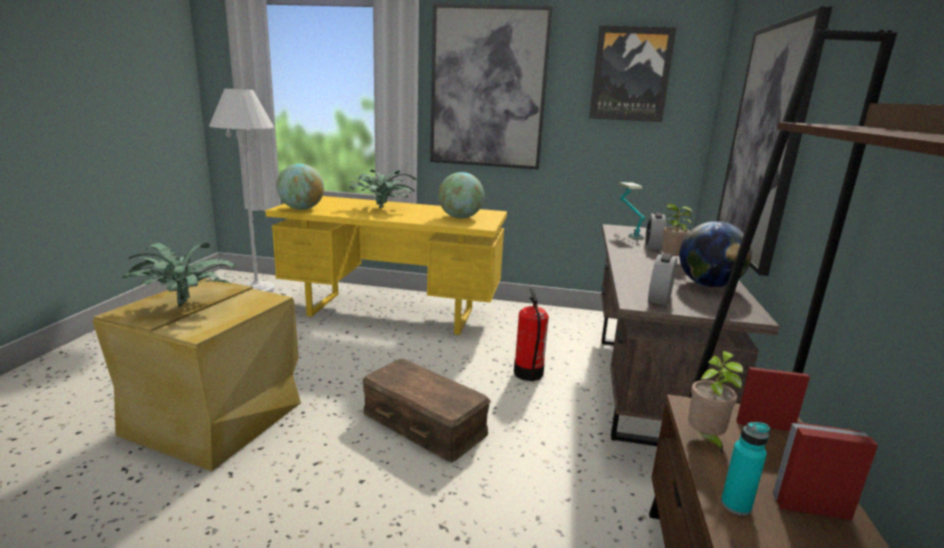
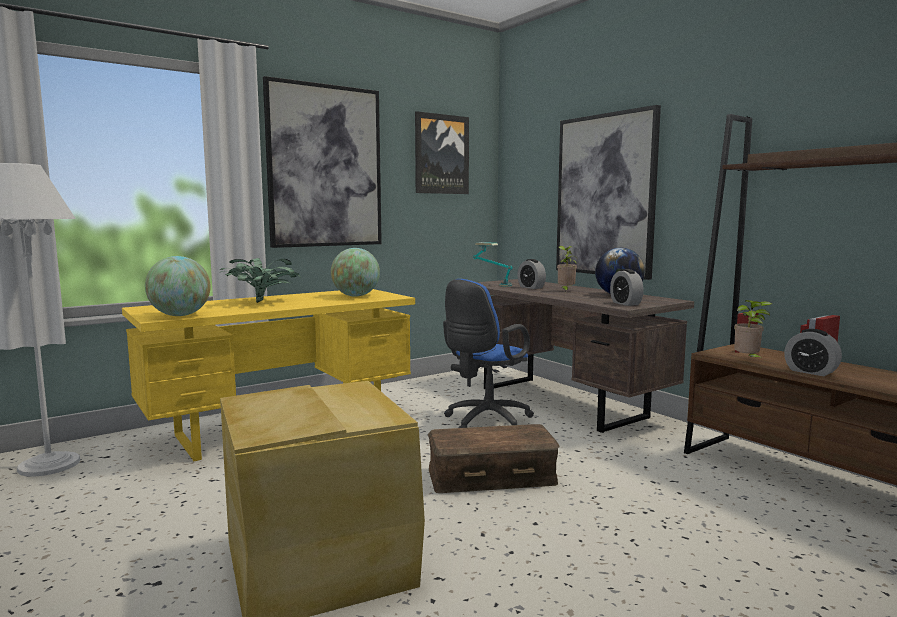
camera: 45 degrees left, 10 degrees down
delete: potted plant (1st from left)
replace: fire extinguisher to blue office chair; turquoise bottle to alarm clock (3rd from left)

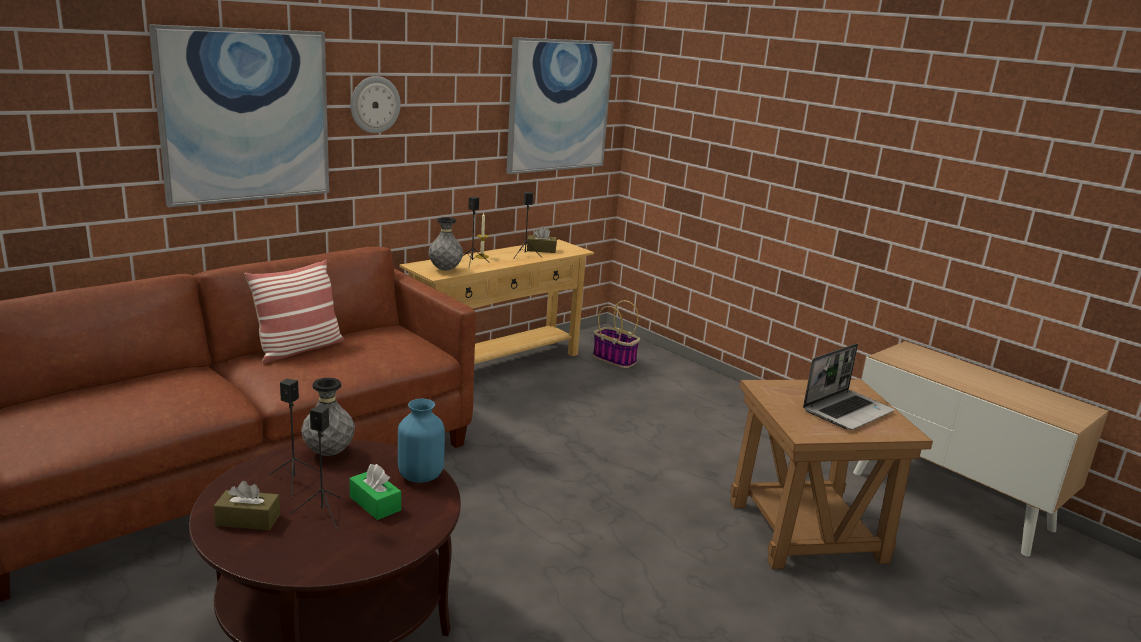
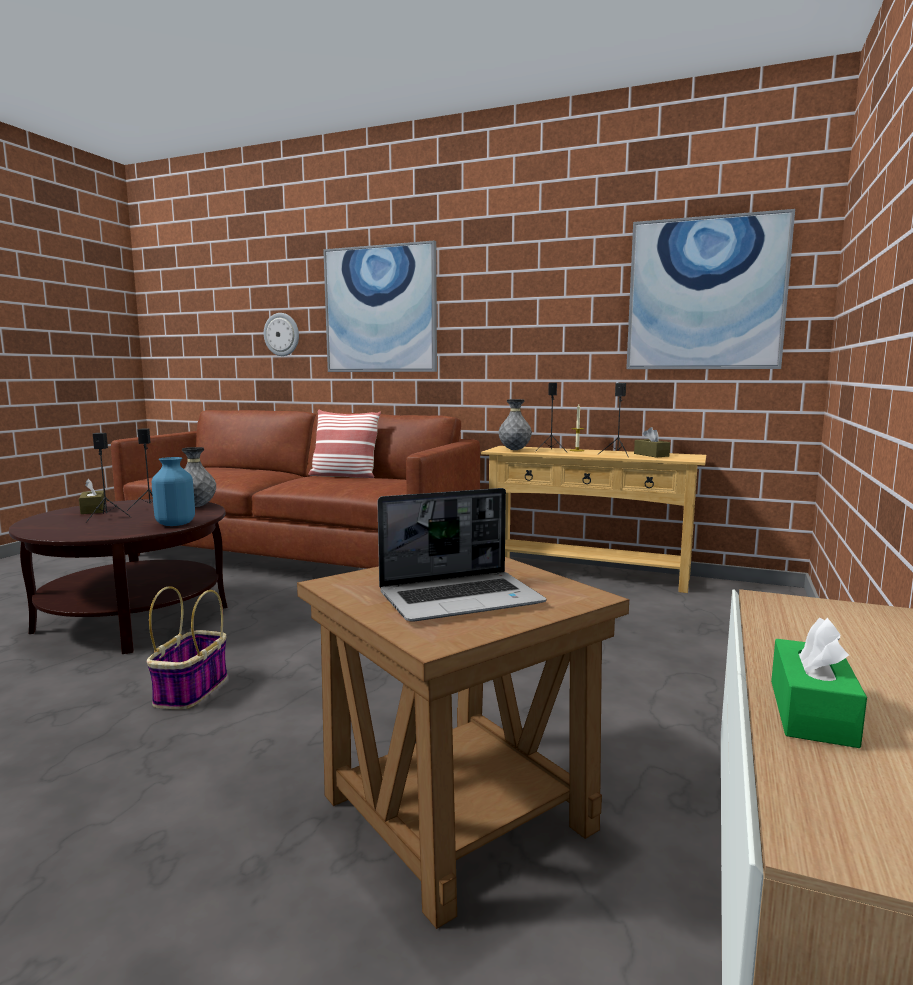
camera: 65 degrees right, 10 degrees down
move: basket; wall clock; green tissue box
rotate: laptop 45 degrees counterclockwise

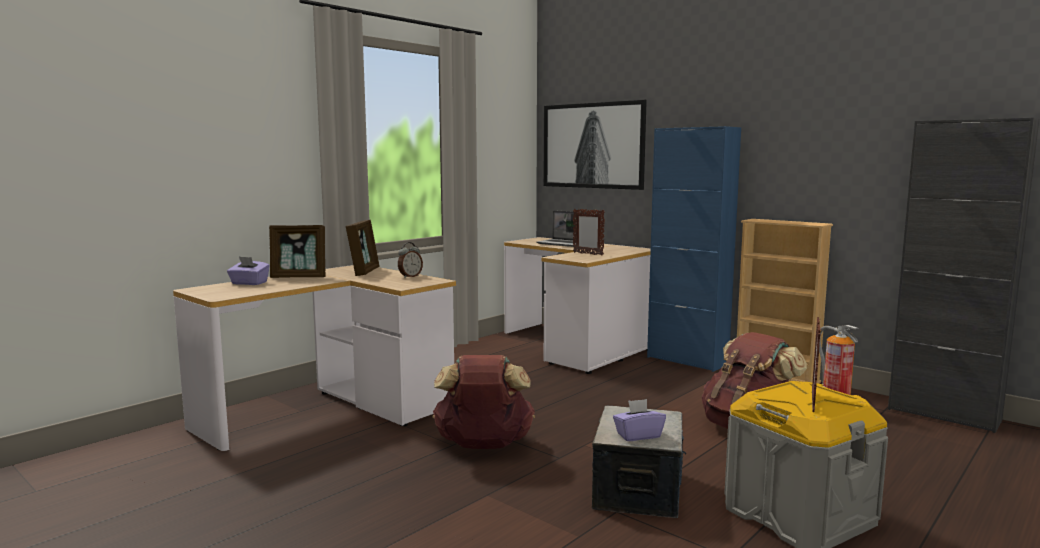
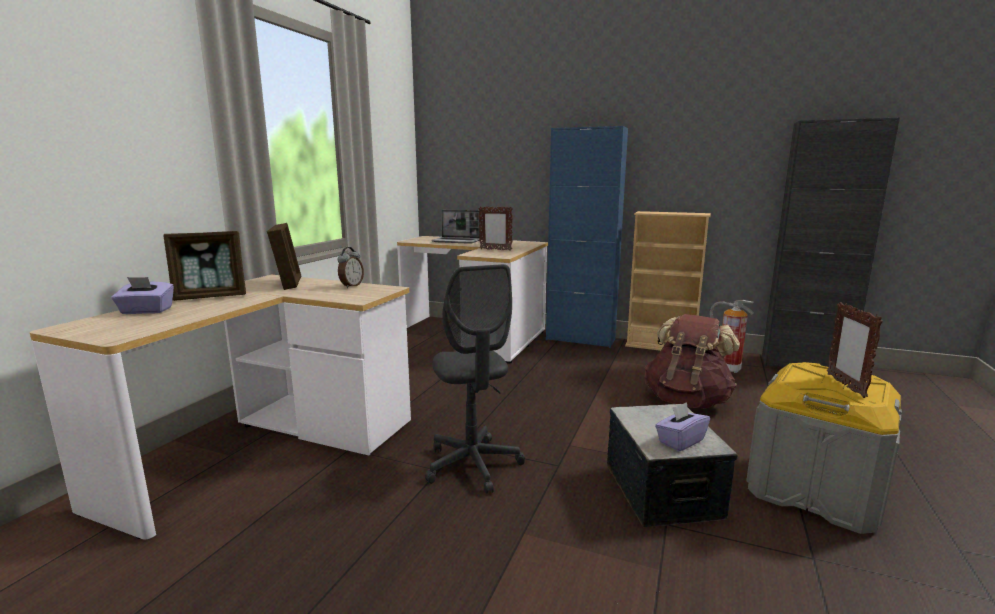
camera: 20 degrees left, 5 degrees up
delete: picture
replace: brown backpack (1st from left) to grey office chair

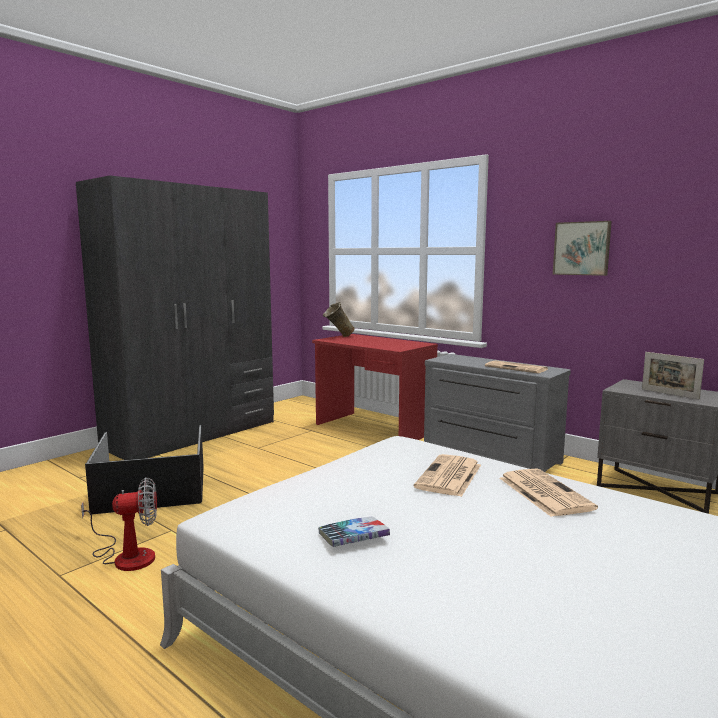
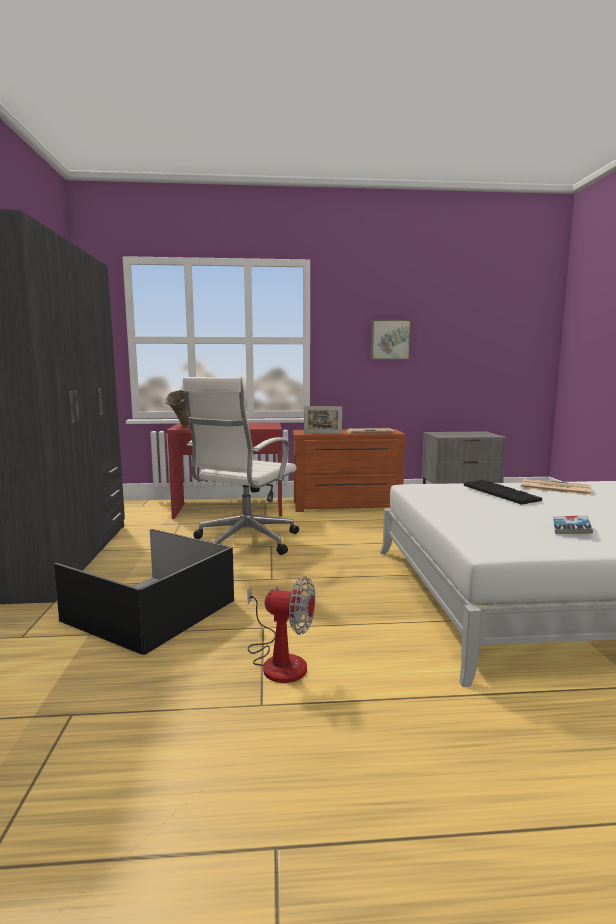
camera: 45 degrees left, 0 degrees up
insert: white office chair
move: picture frame
replace: newspaper (1st from left) to keyboard
recolor: grey dresser to brown dresser
rotate: fan 75 degrees clockwise

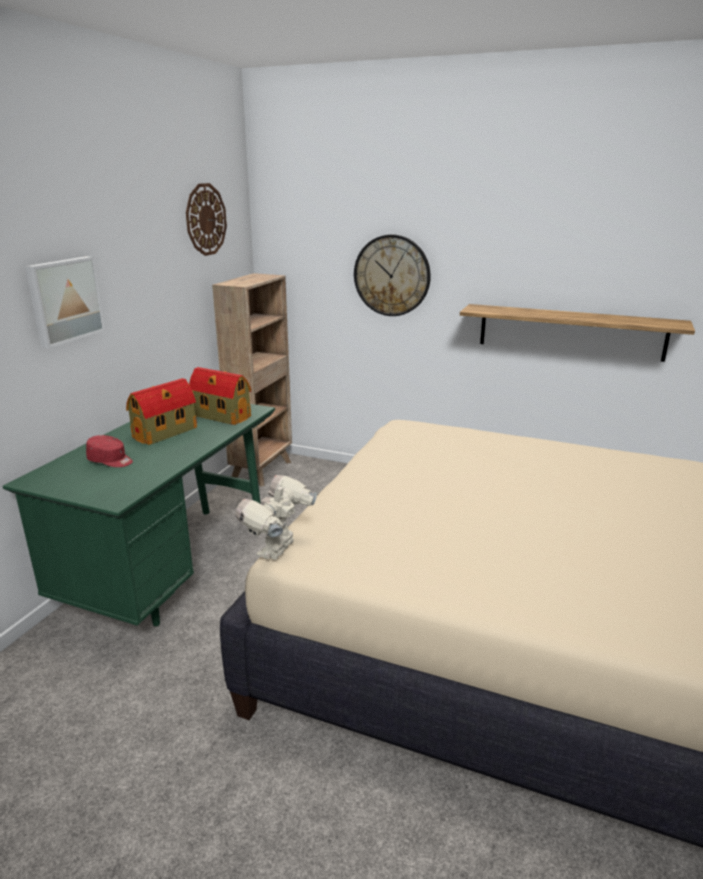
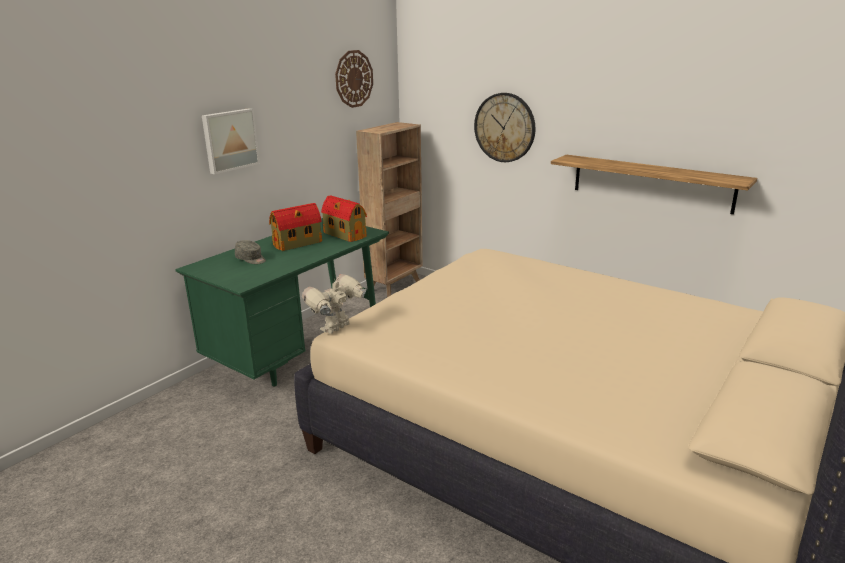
camera: 15 degrees right, 0 degrees up
recolor: red cap to grey cap

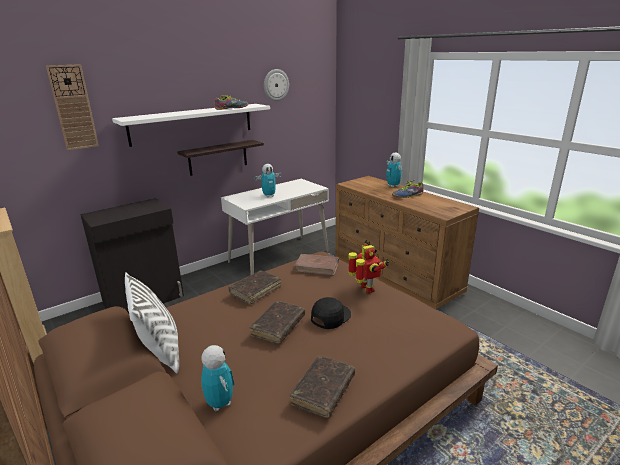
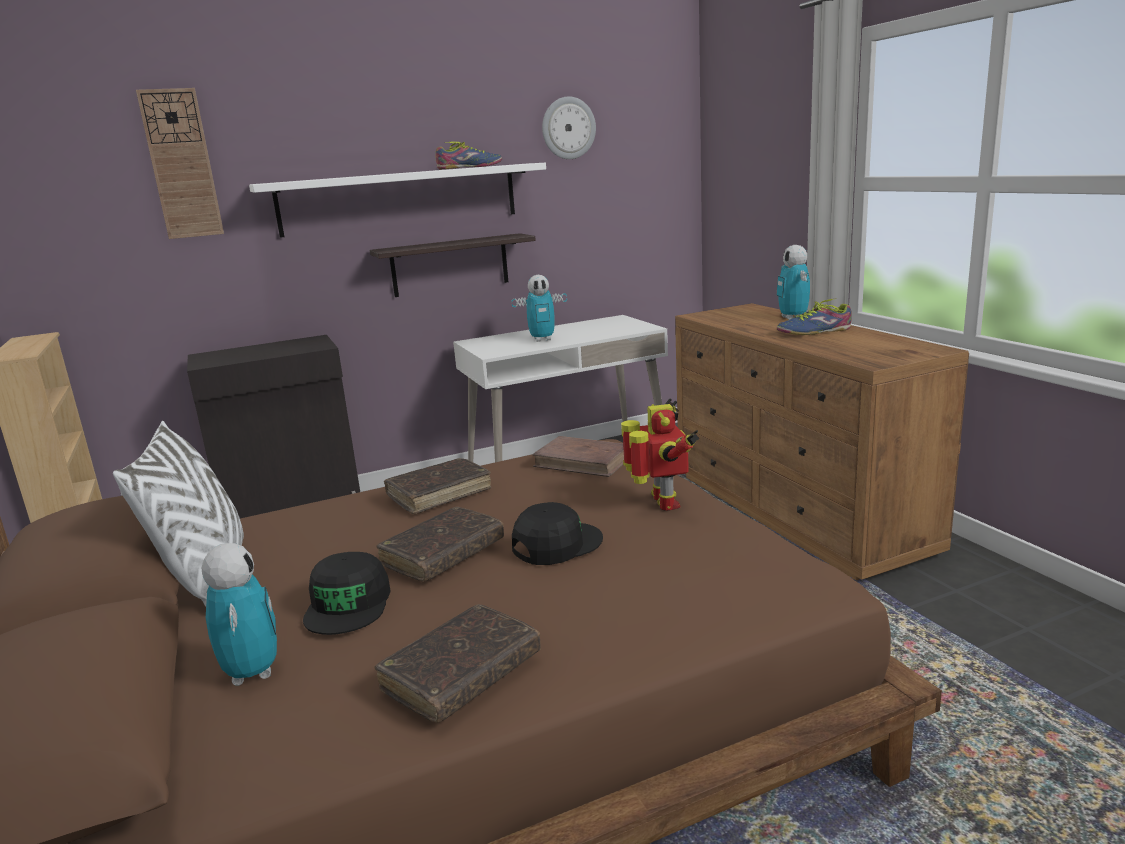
camera: 15 degrees right, 5 degrees down
insert: black cap (1st from left)

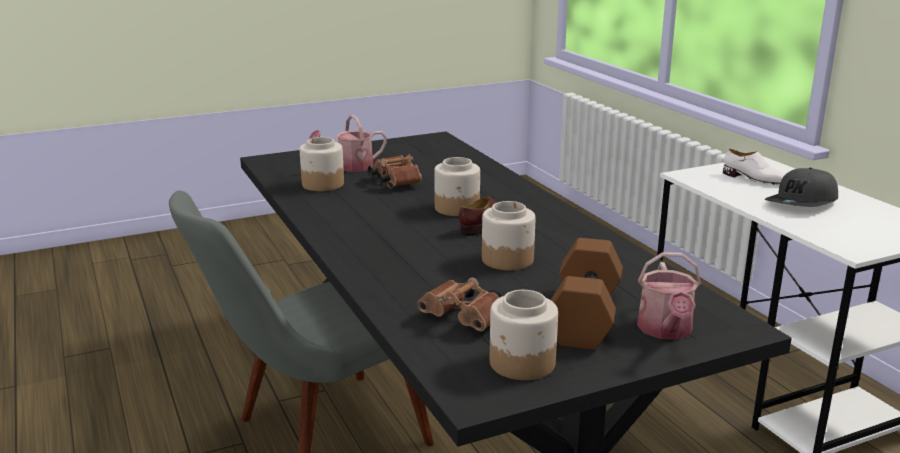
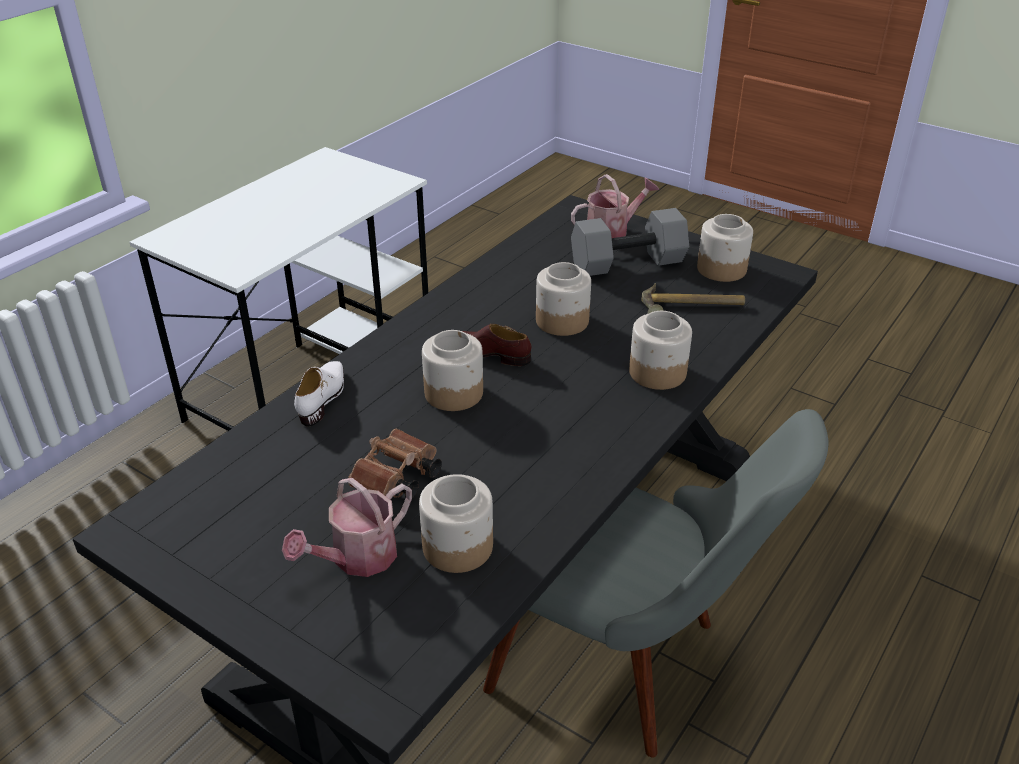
camera: 120 degrees left, 15 degrees up
delete: grey cap
insert: jar (4th from left)
move: white shoe
replace: brown binoculars (2nd from left) to hammer
recolor: brown dumbbell to grey dumbbell
rotate: watering can (1st from left) 105 degrees clockwise

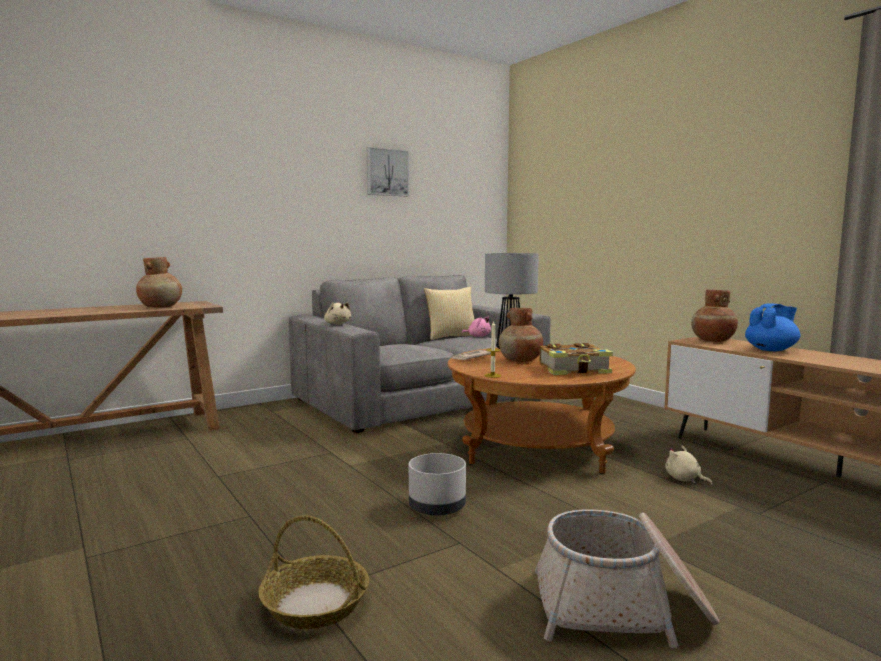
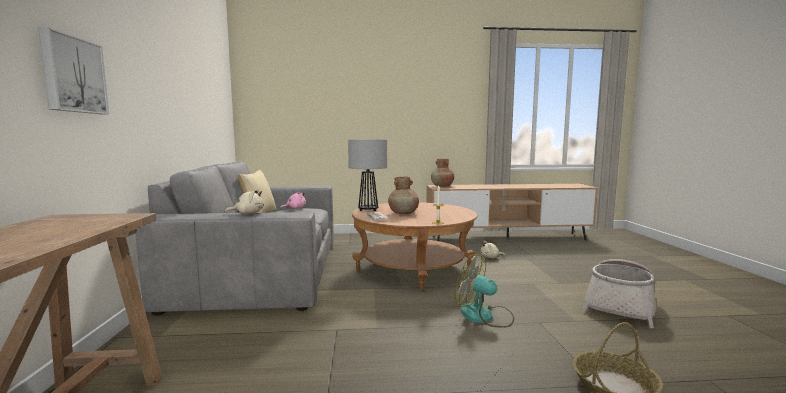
camera: 60 degrees left, 0 degrees up
delete: brown vase (1st from left); book; blue teapot
move: picture
replace: grey planter to fan

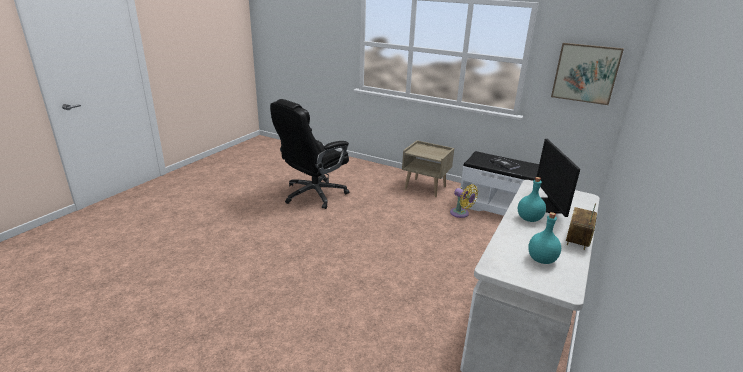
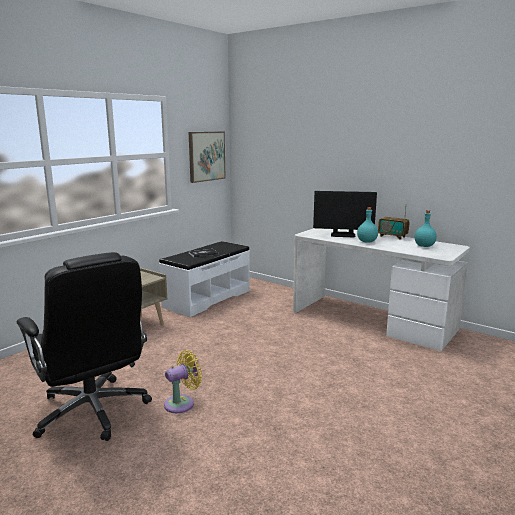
camera: 80 degrees left, 10 degrees down
move: yellow fan

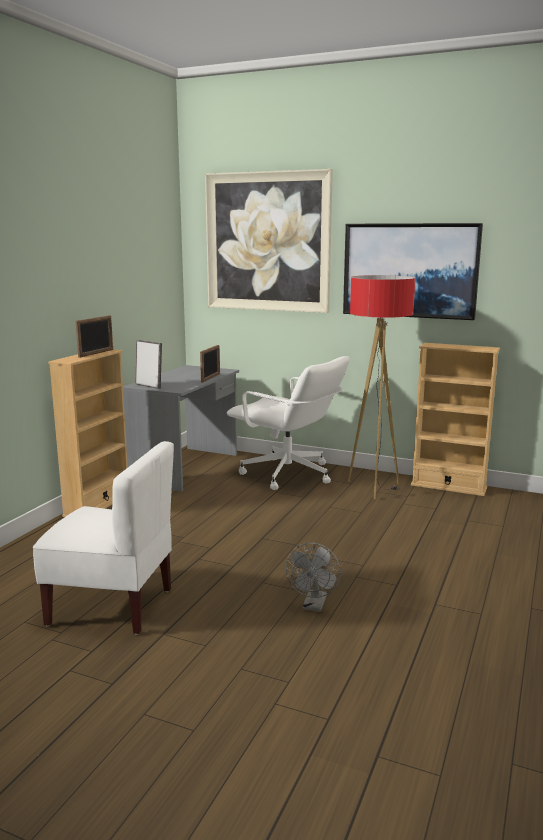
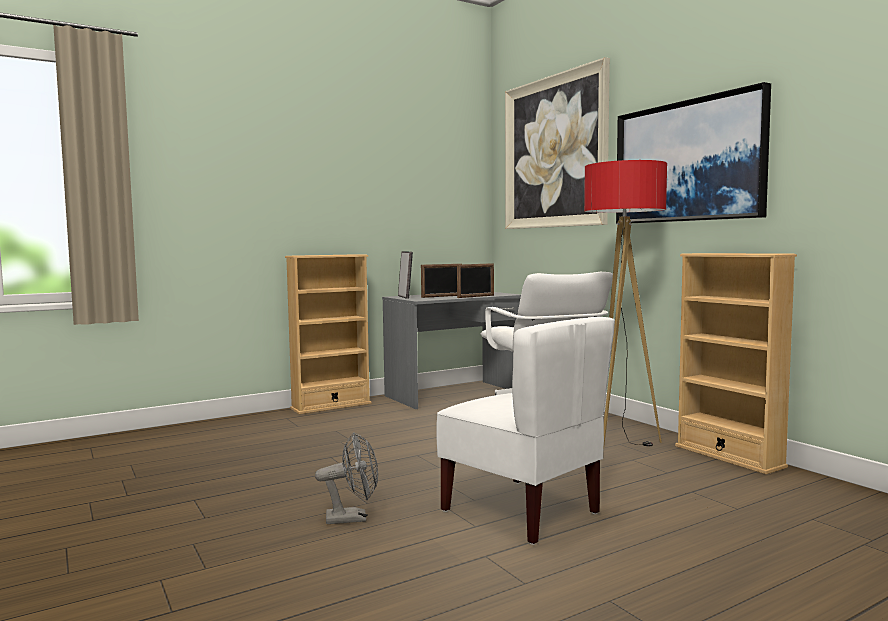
camera: 35 degrees right, 10 degrees down
move: picture frame (1st from left in the first image) to picture frame (2nd from left); white chair
rotate: grey fan 150 degrees counterclockwise

